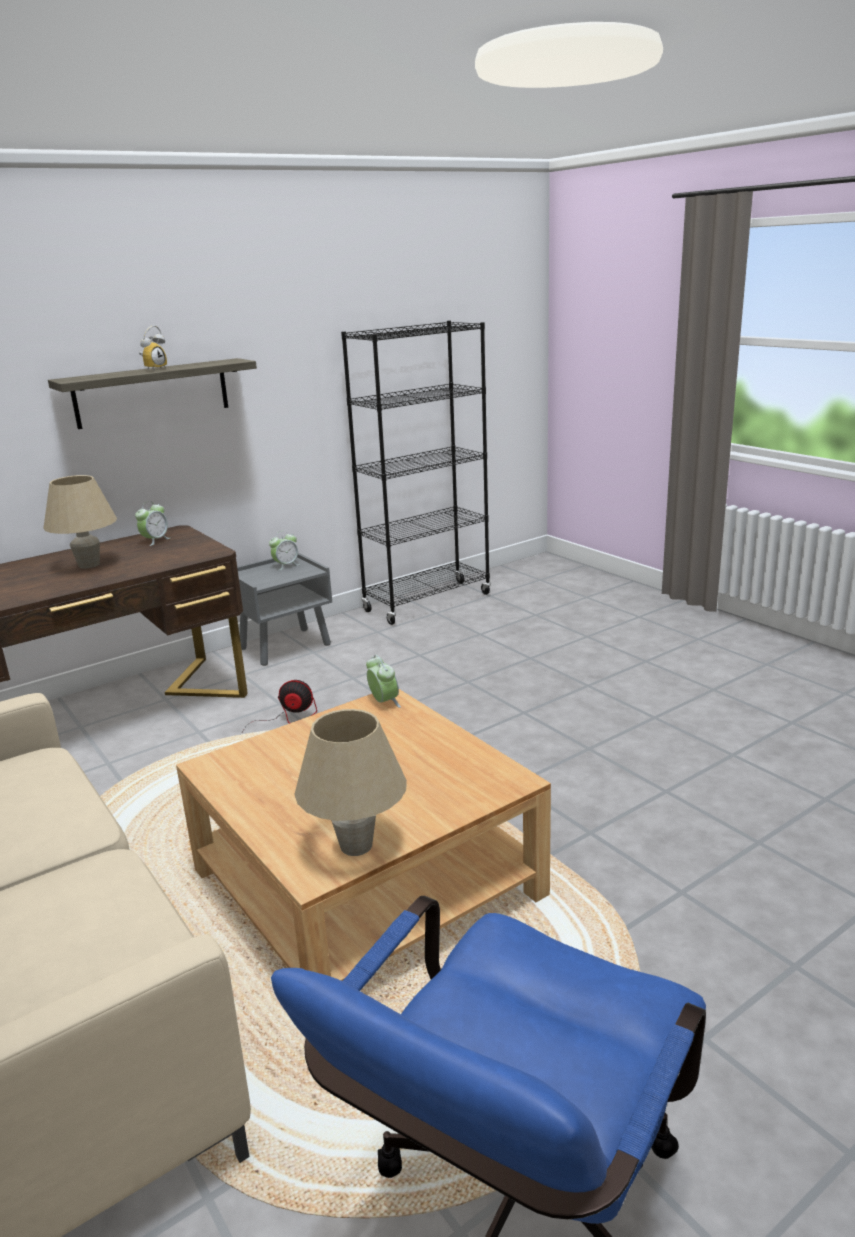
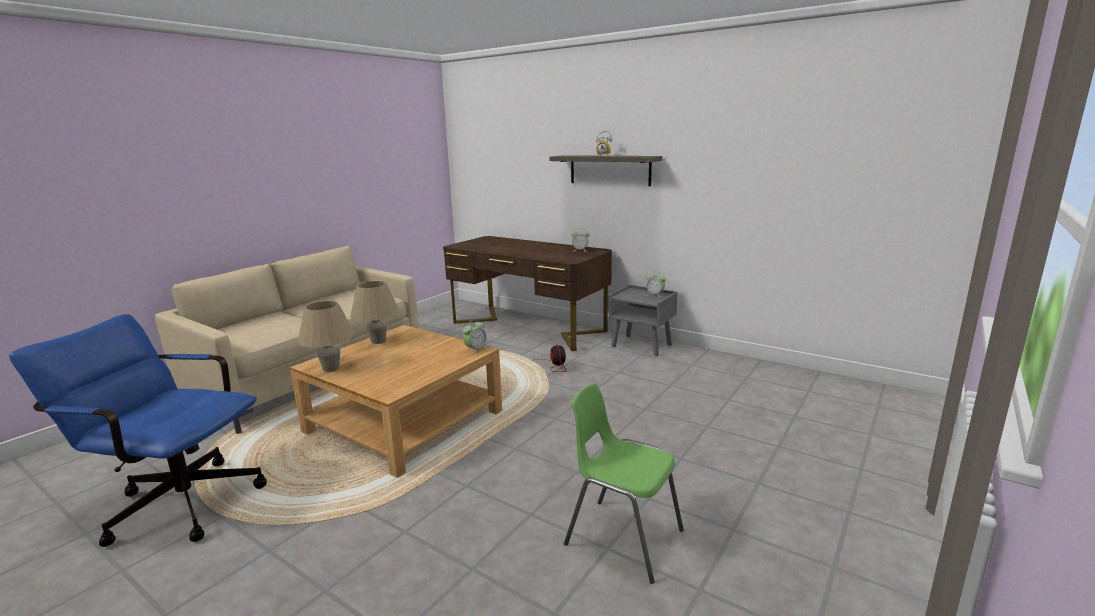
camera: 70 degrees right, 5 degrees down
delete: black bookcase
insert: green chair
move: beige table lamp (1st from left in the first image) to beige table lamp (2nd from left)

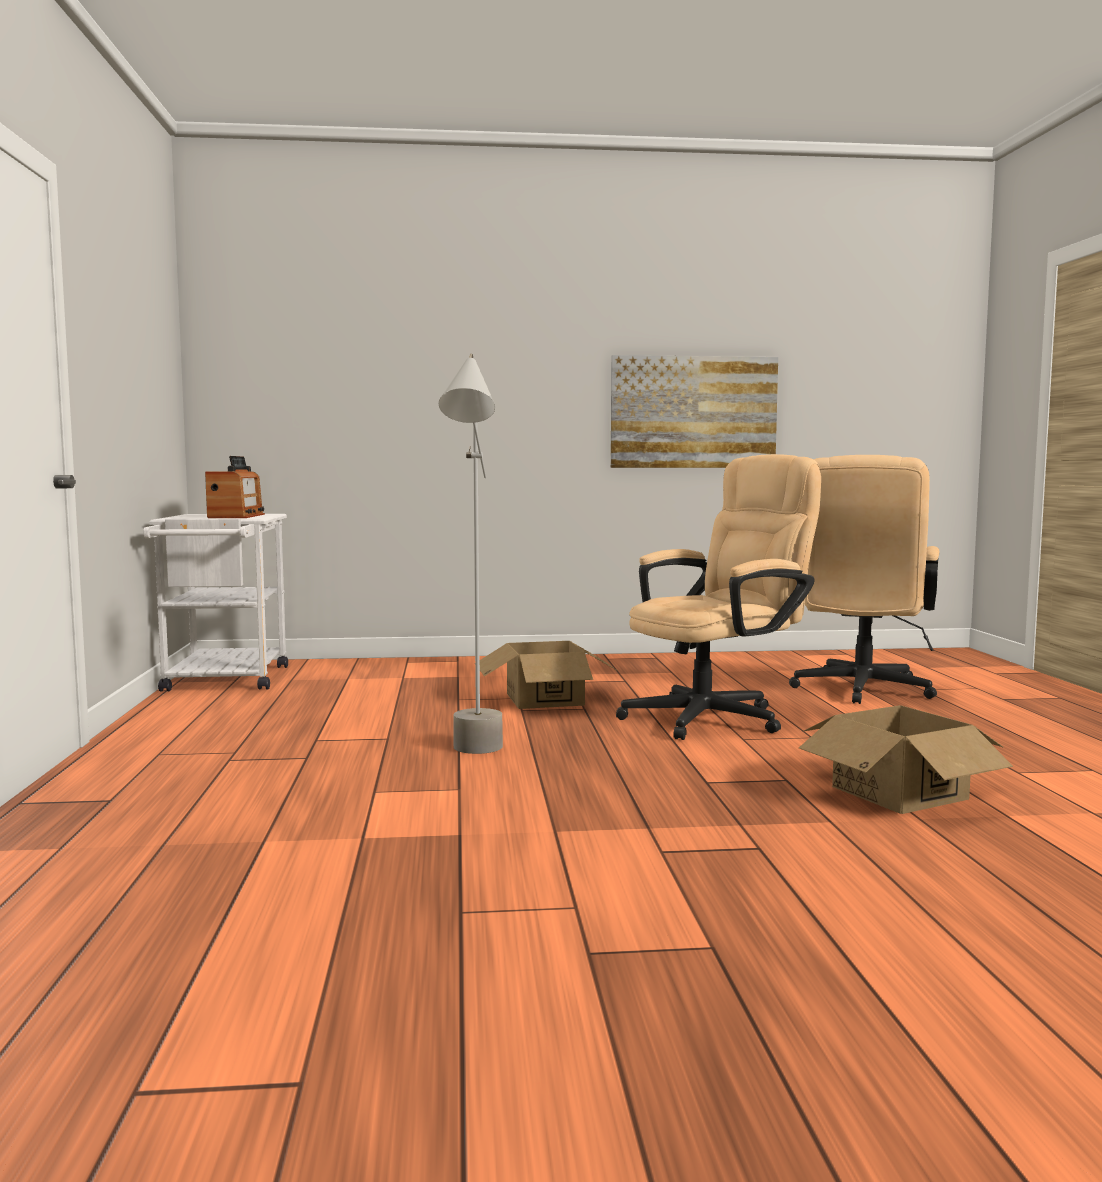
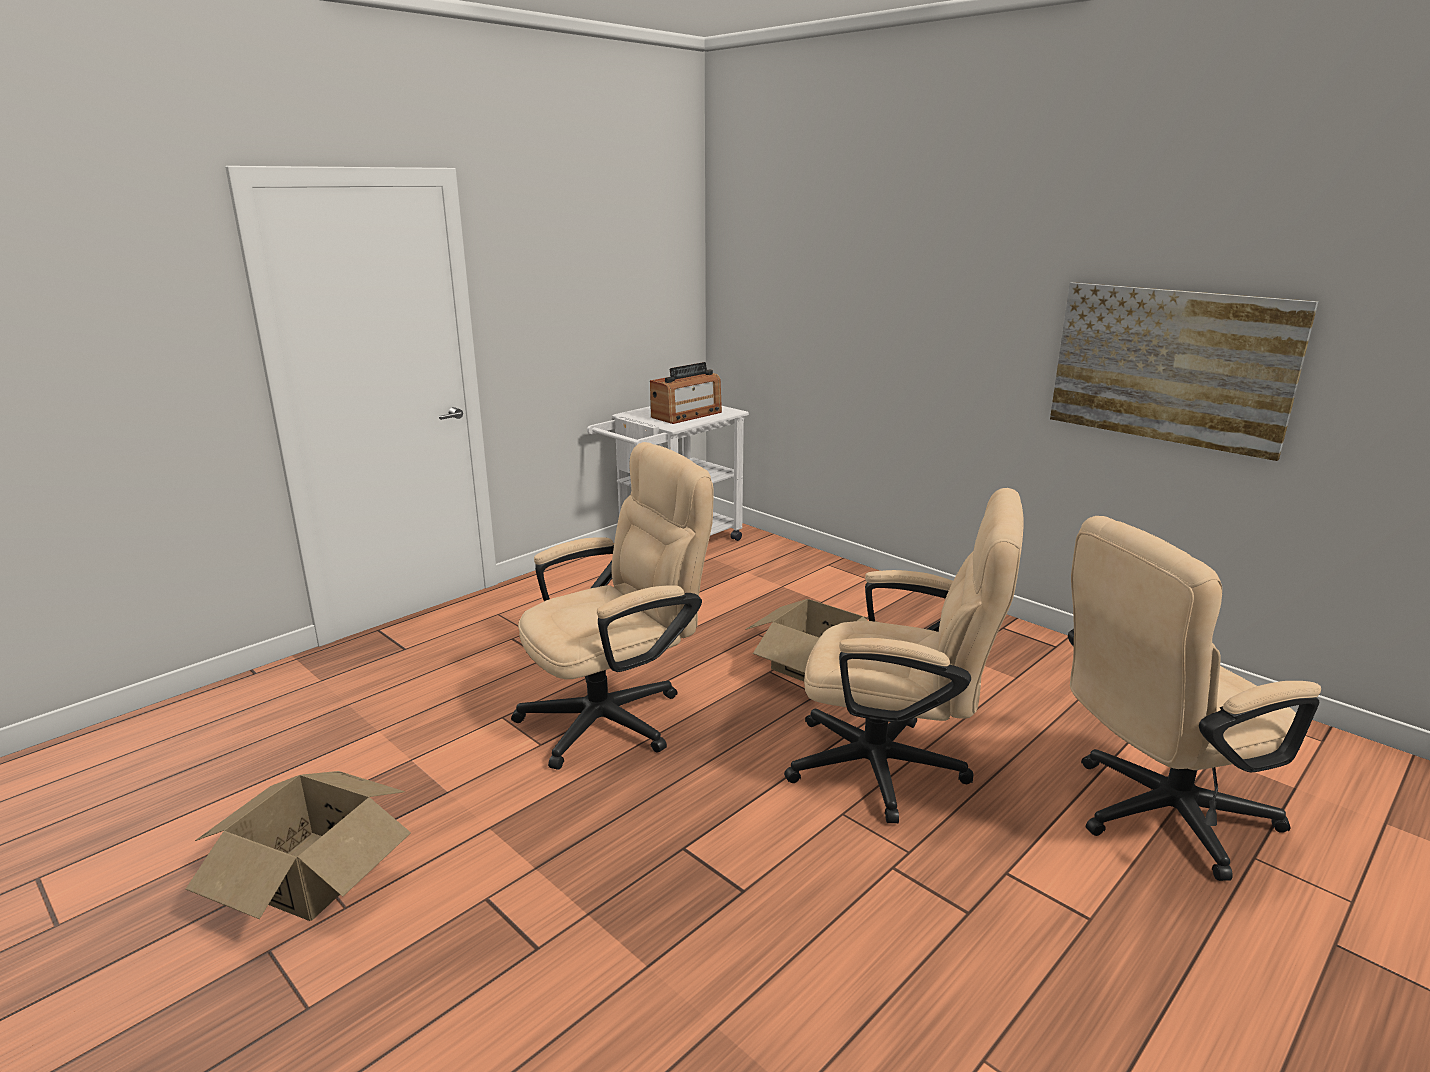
camera: 50 degrees right, 15 degrees up
move: cardboard box (2nd from left in the first image) to cardboard box (1st from left)
replace: grey floor lamp to beige office chair (1st from left)

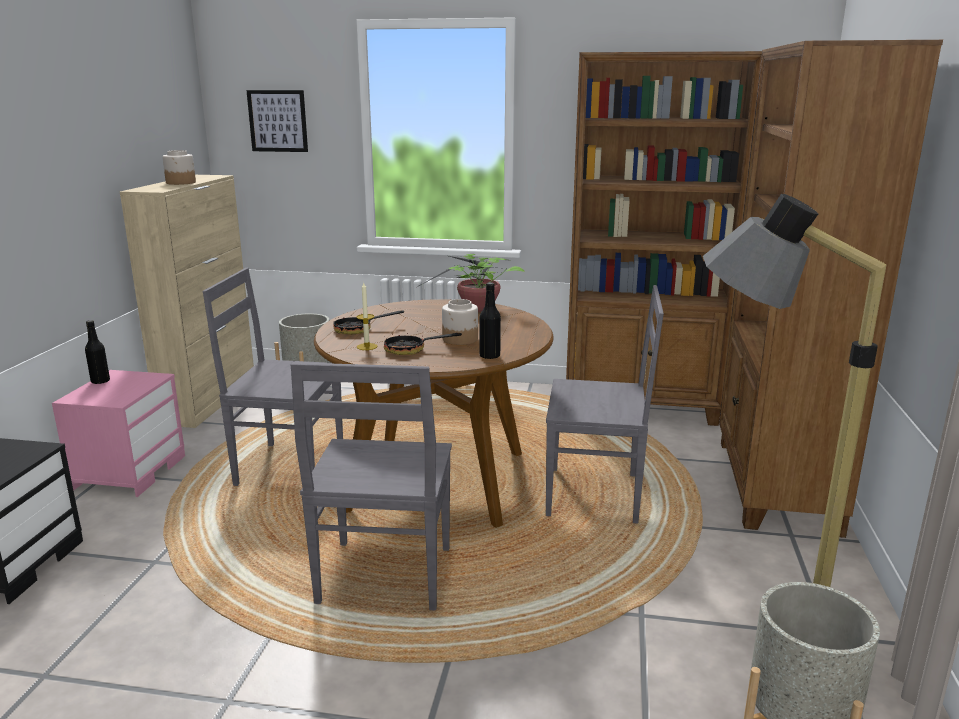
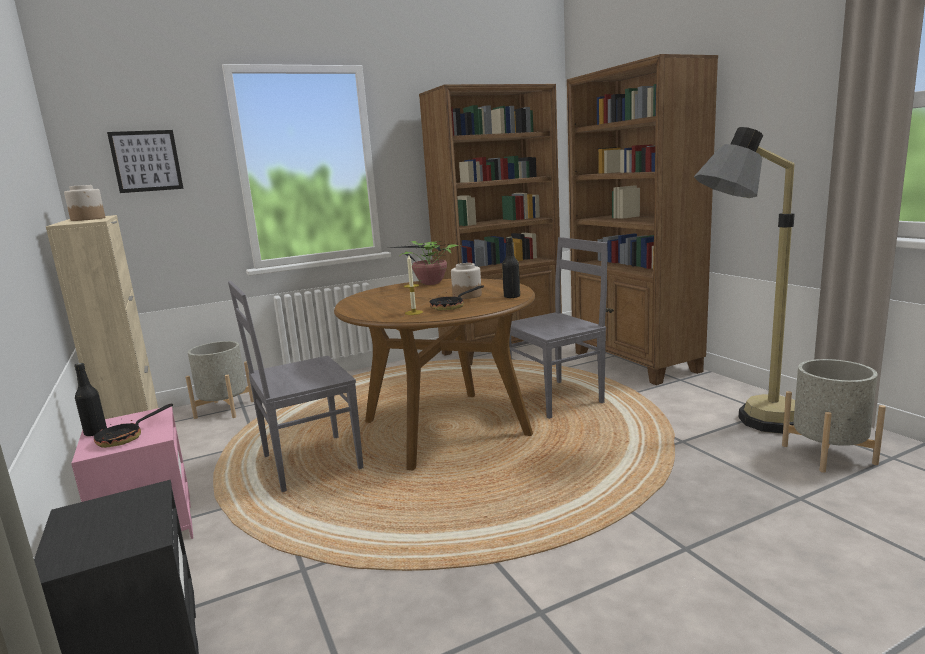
camera: 35 degrees left, 5 degrees down
delete: grey chair (2nd from left)
move: frying pan (1st from left)

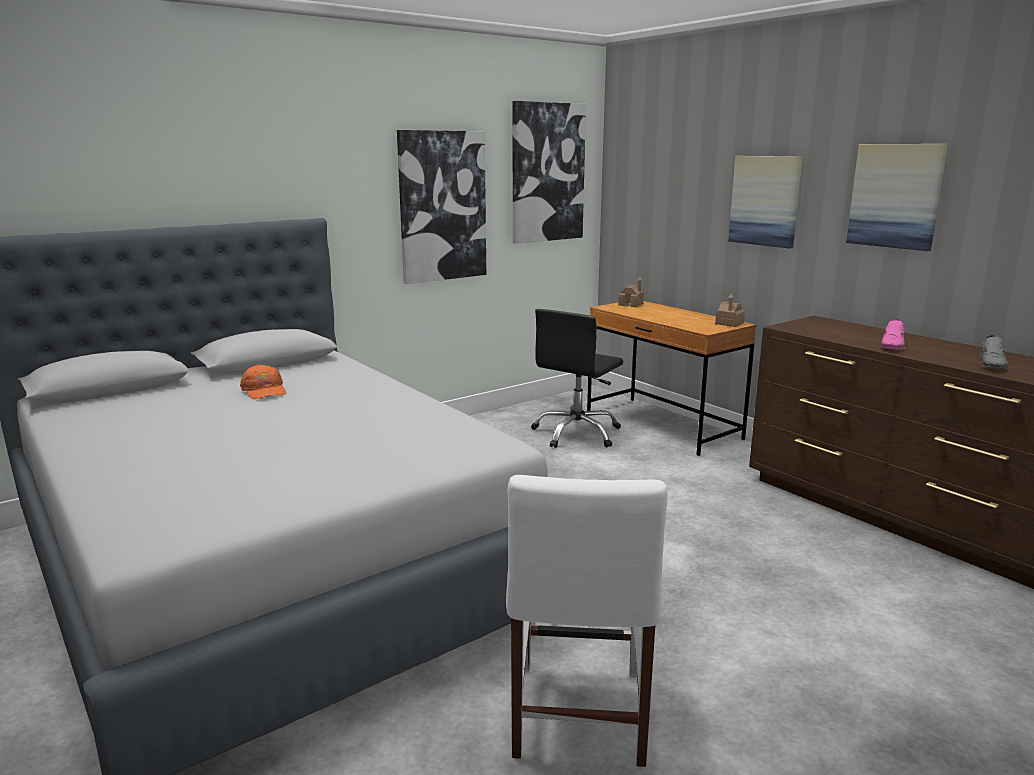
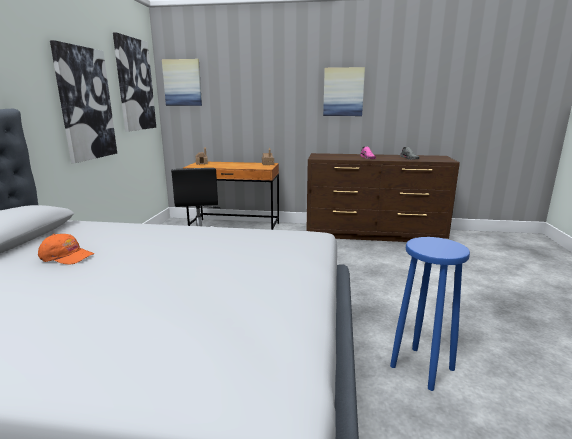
camera: 45 degrees left, 0 degrees up
move: picture (3rd from left)
replace: white chair to blue stool

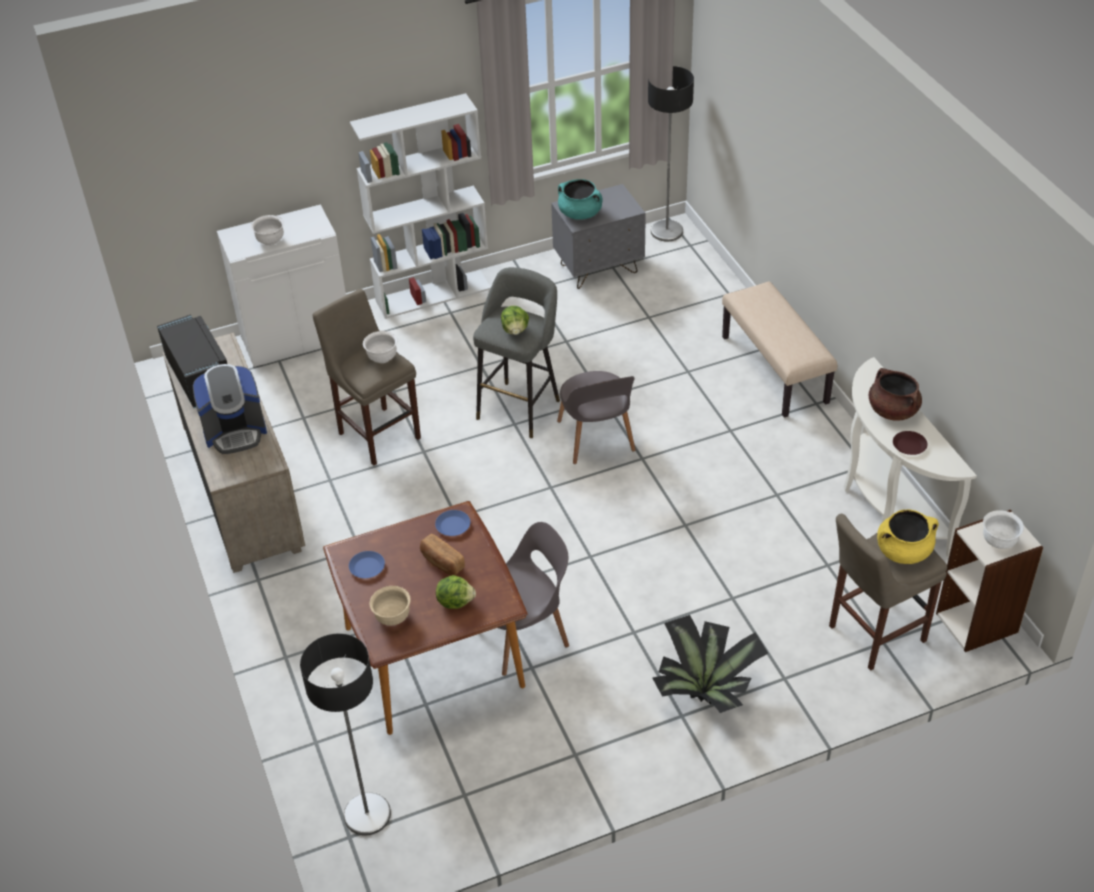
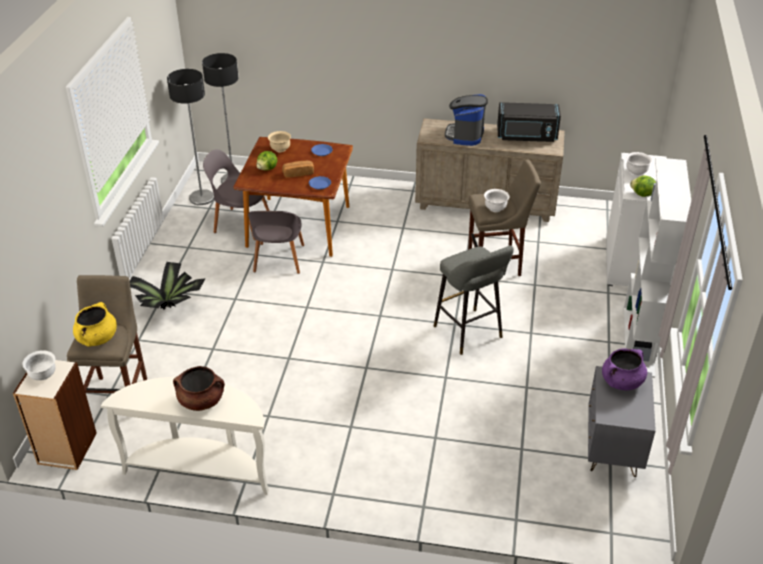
camera: 120 degrees right, 5 degrees down
delete: beige bench; brown plate
move: floor lamp (2nd from left in the first image) to floor lamp (1st from left); grey chair (2nd from left in the first image) to grey chair (1st from left); lettuce (2nd from left)
recolor: turquoise cooking pot to purple cooking pot

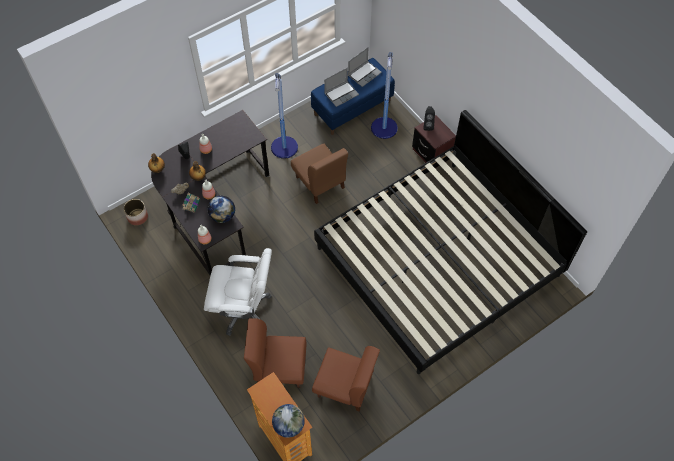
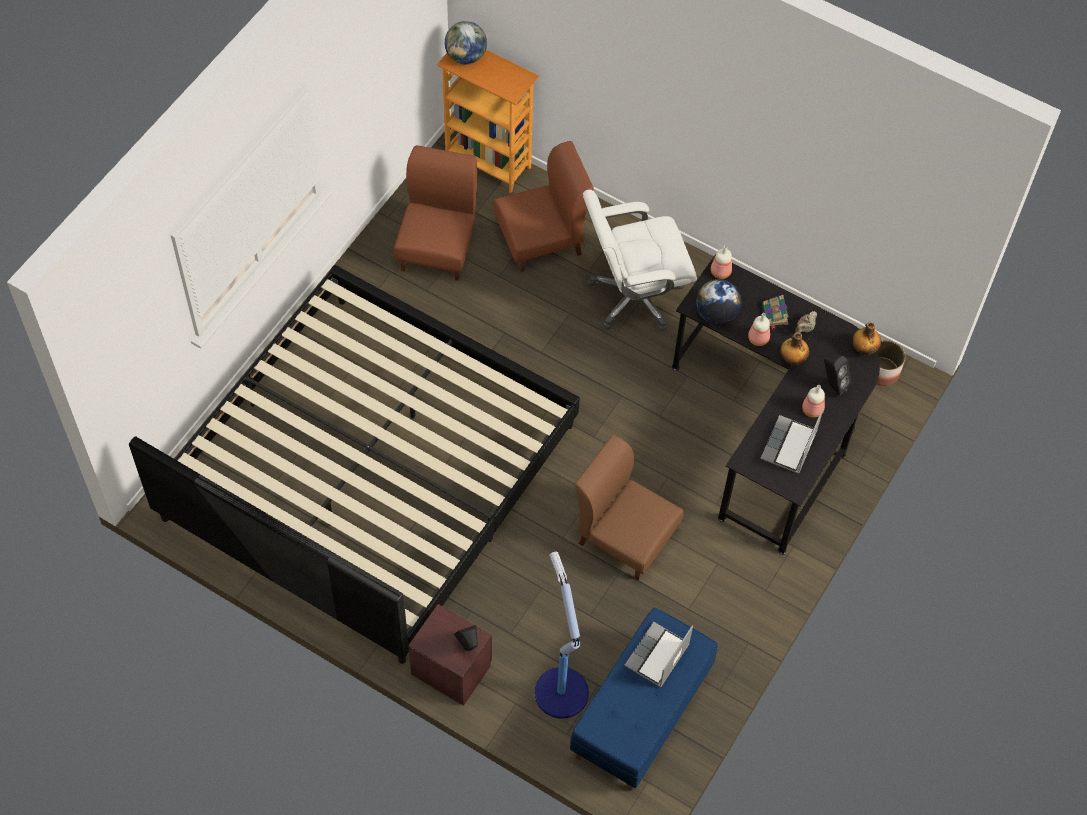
camera: 155 degrees right, 0 degrees up
delete: floor lamp (1st from left)
move: laptop (2nd from left)
rotate: brown chair (3rd from left in the first image) 105 degrees clockwise

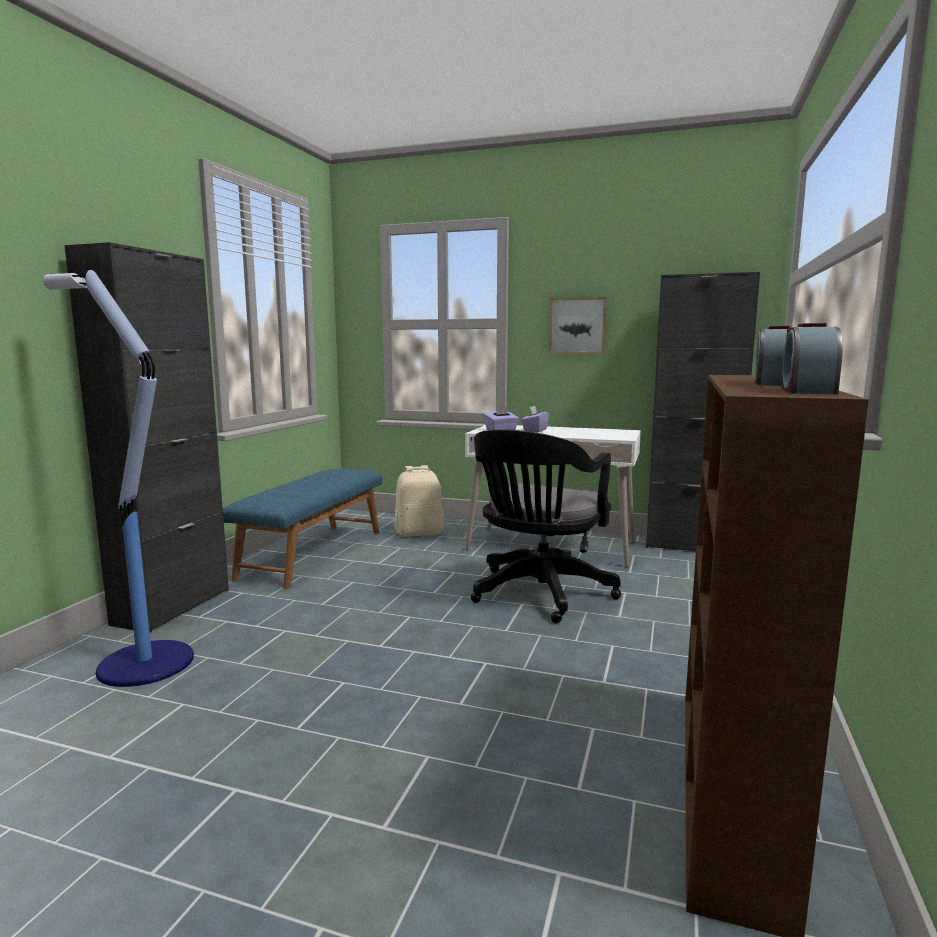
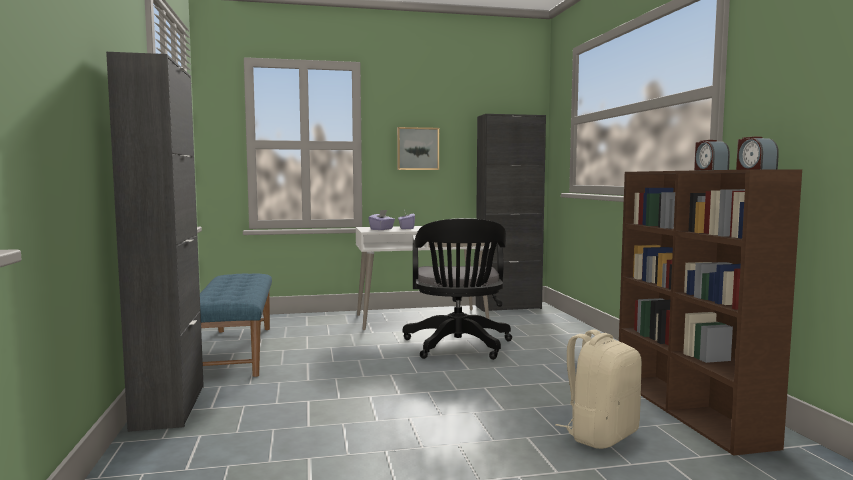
camera: 30 degrees left, 5 degrees down
delete: floor lamp
move: beige backpack

